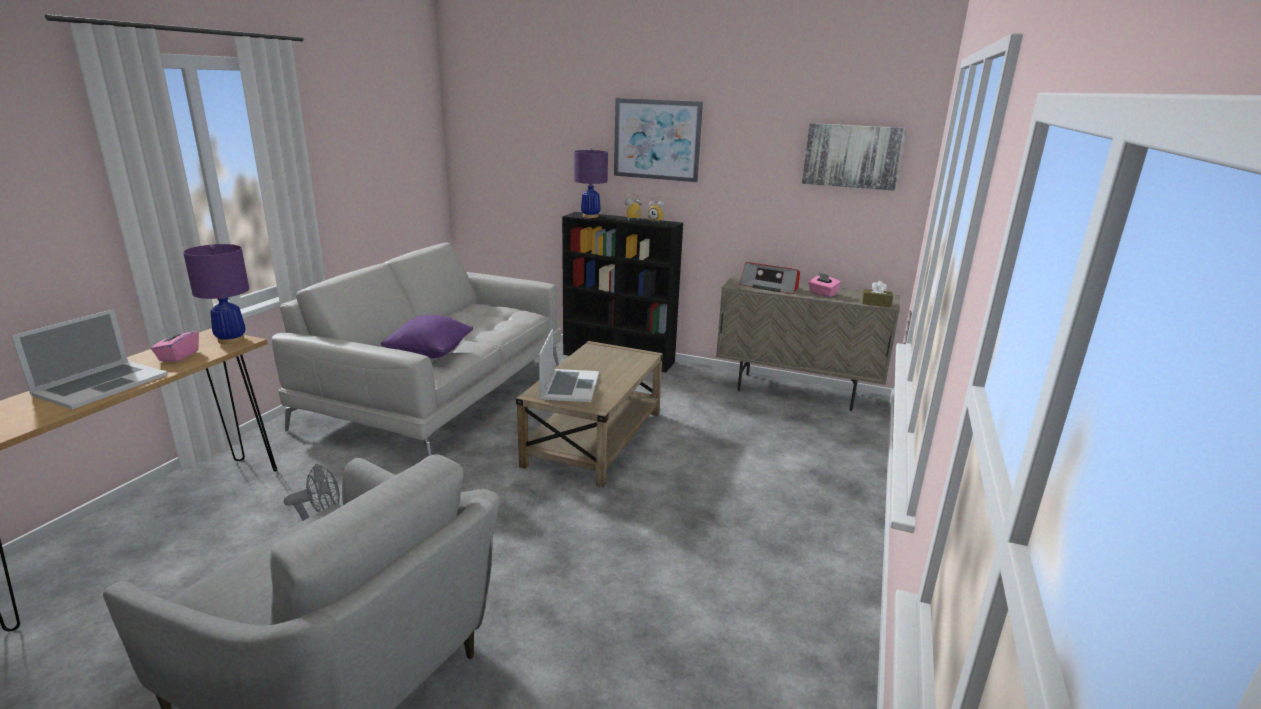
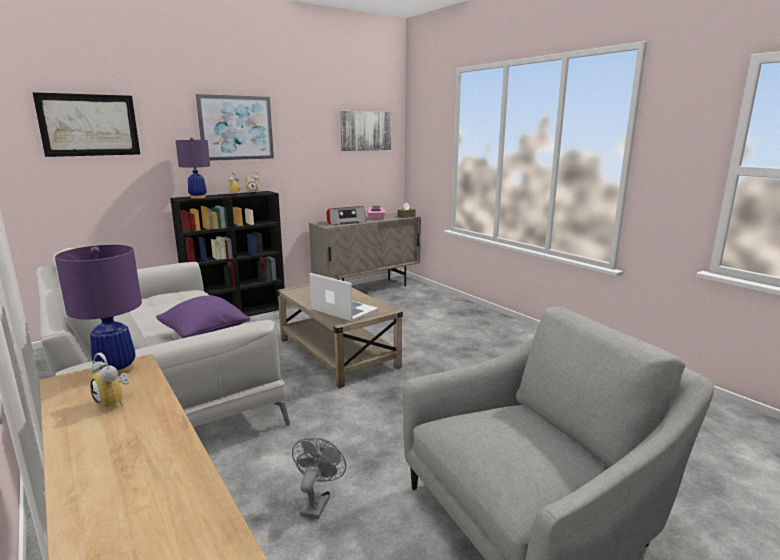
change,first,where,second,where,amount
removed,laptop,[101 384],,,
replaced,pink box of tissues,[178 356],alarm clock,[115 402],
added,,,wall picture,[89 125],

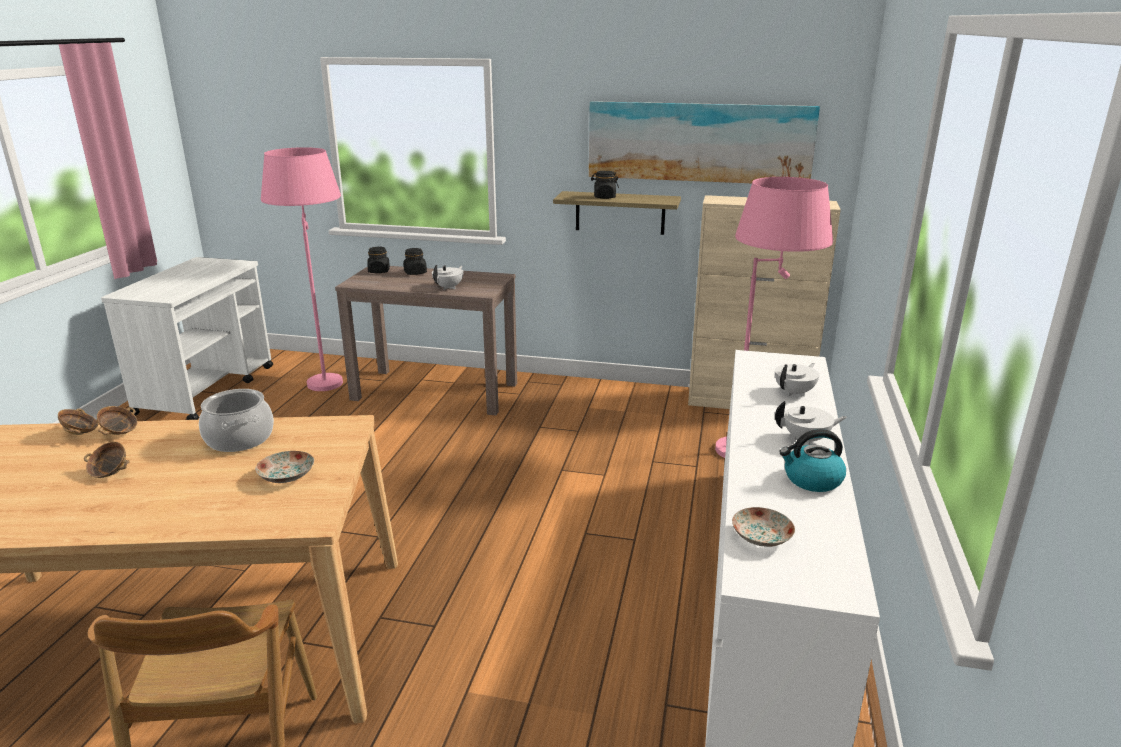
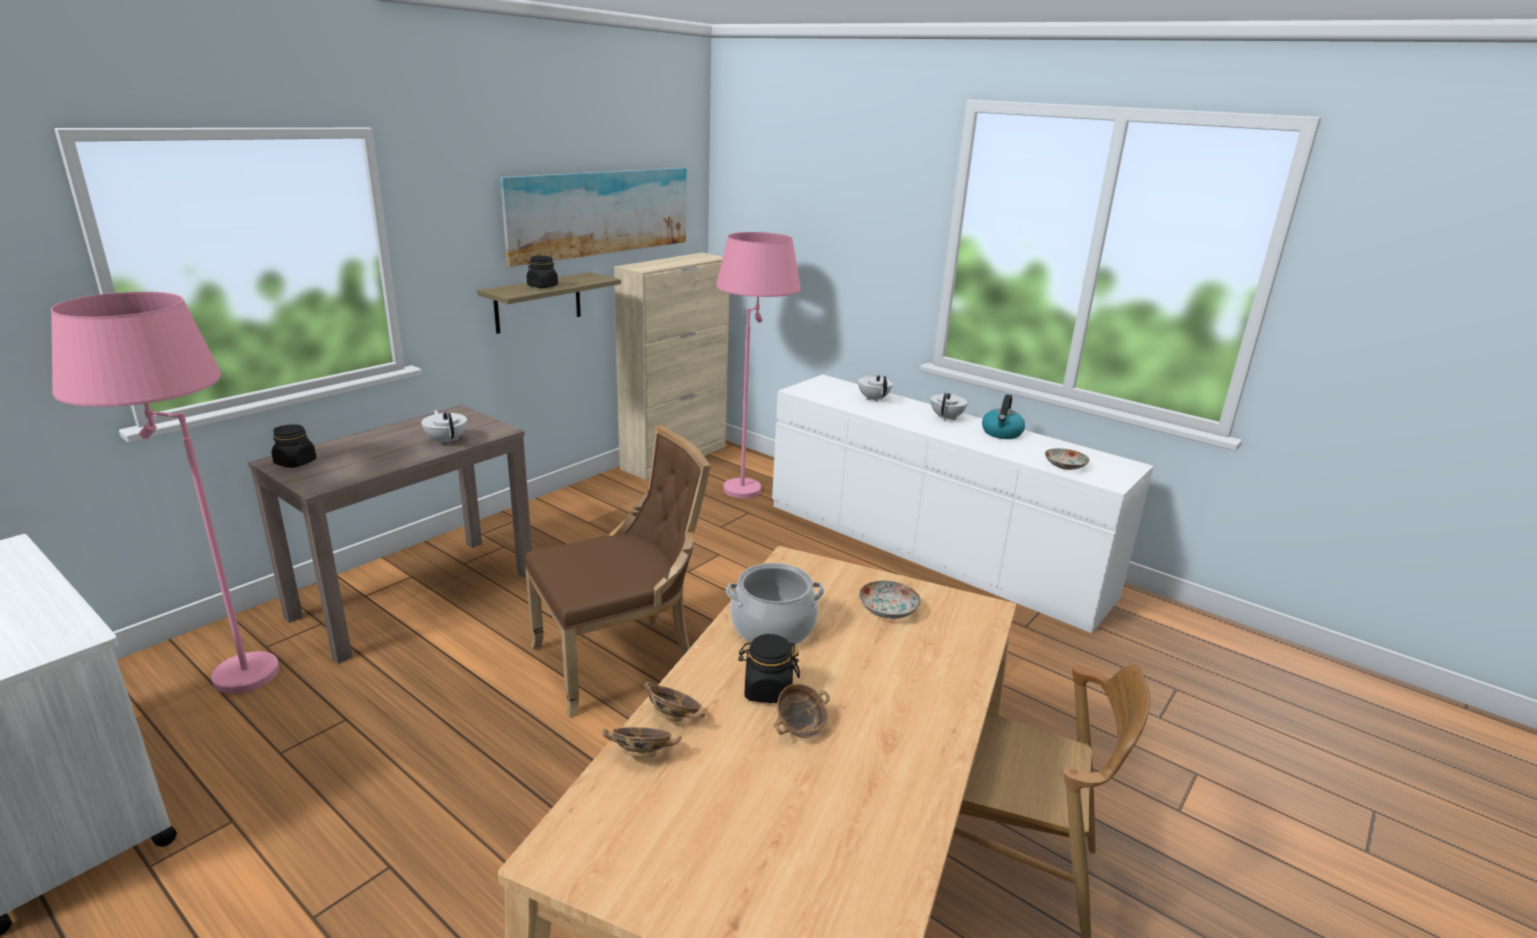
change,first,where,second,where,amount
moved,black preserve jar,[415 272],,[767 690],
added,,,brown plain chair,[620 659],

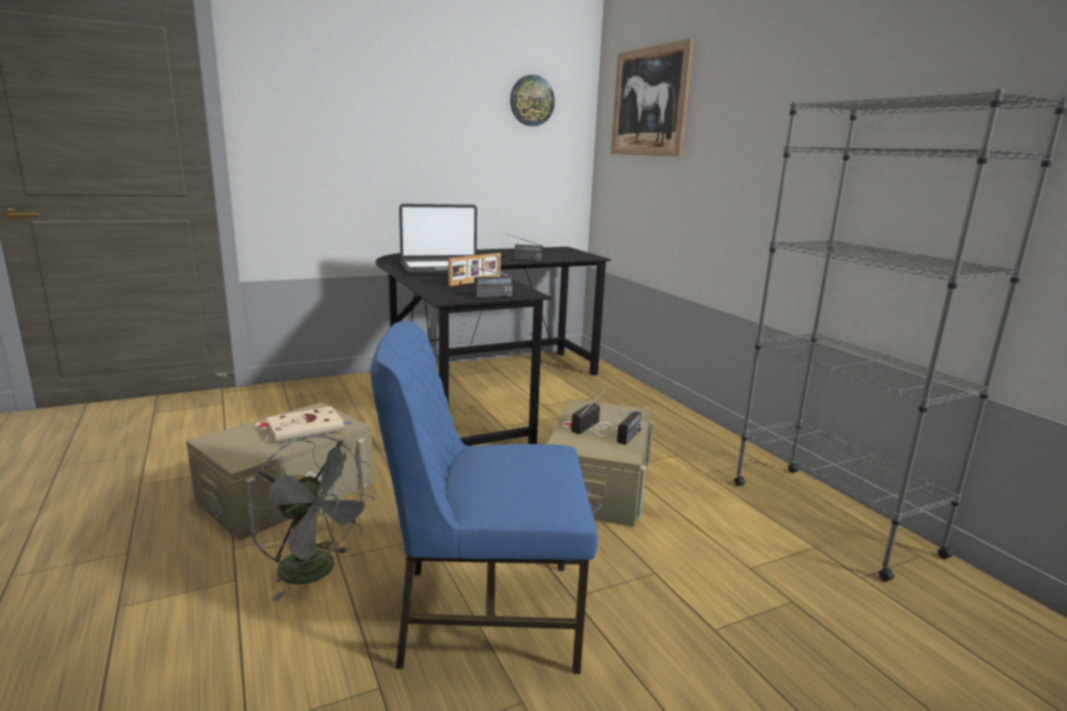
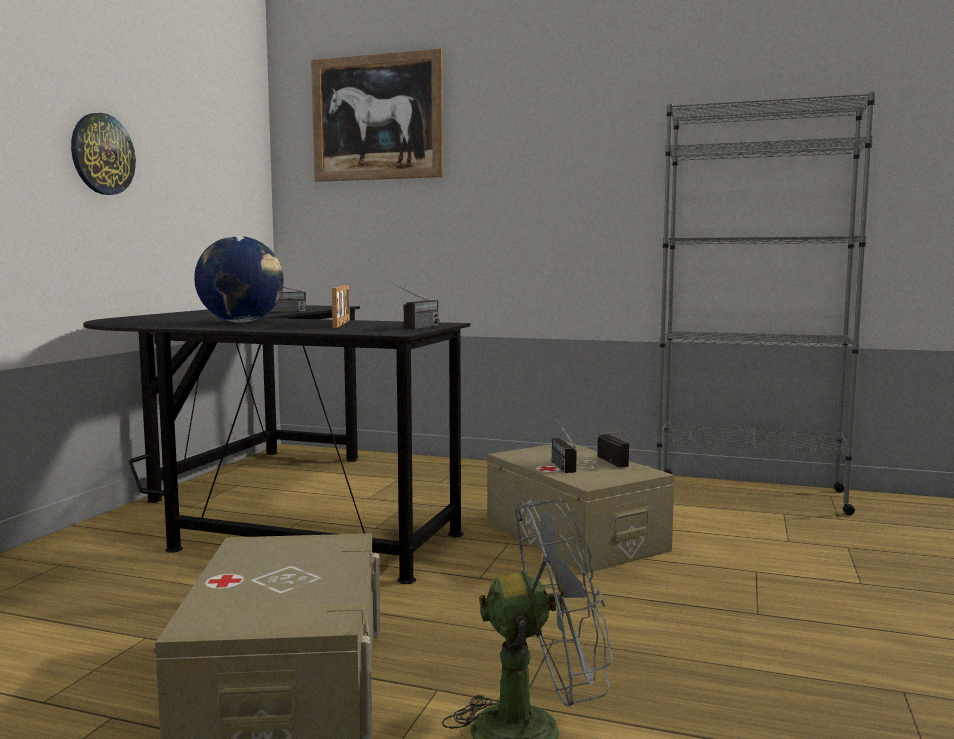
change,first,where,second,where,amount
removed,sand-coloured volume,[307 428],,,
removed,bluish plain chair,[485 614],,,
replaced,laptop,[443 269],globe,[242 322],
moved,clock on the wall,[531 100],,[102 154],

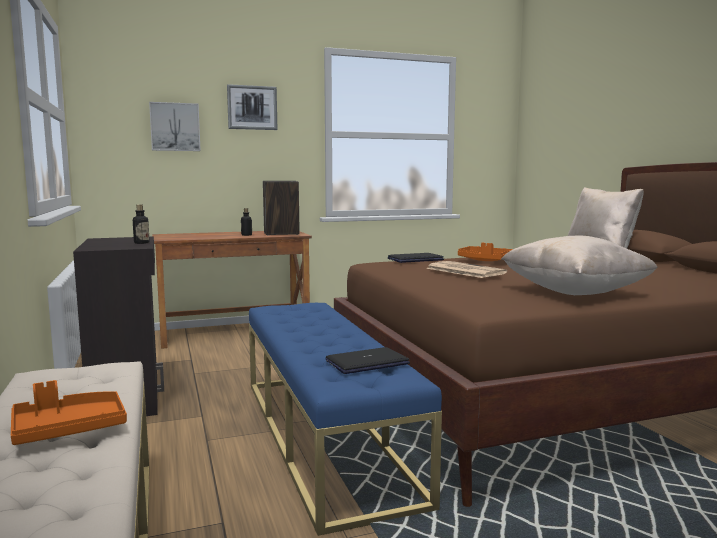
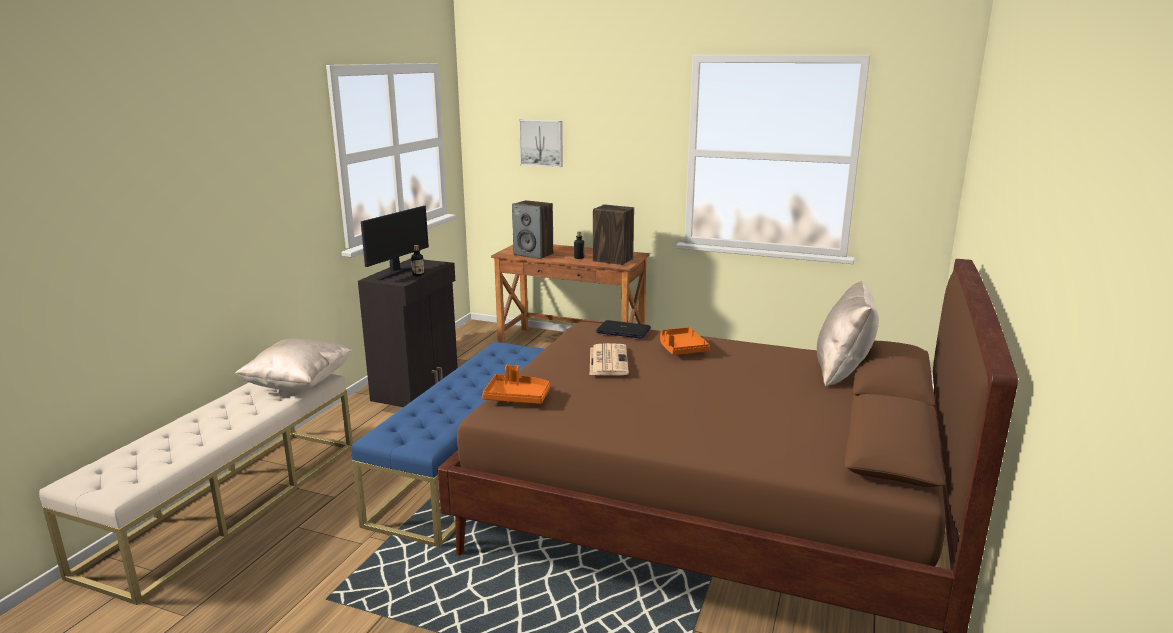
change,first,where,second,where,amount
moved,orangey tray,[68 429],,[517 397],
removed,wall picture,[252 107],,,
removed,laptop,[367 362],,,
moved,sand-coloured pillow,[574 292],,[299 384],
added,,,computer display,[397 272],
added,,,speaker,[534 254],

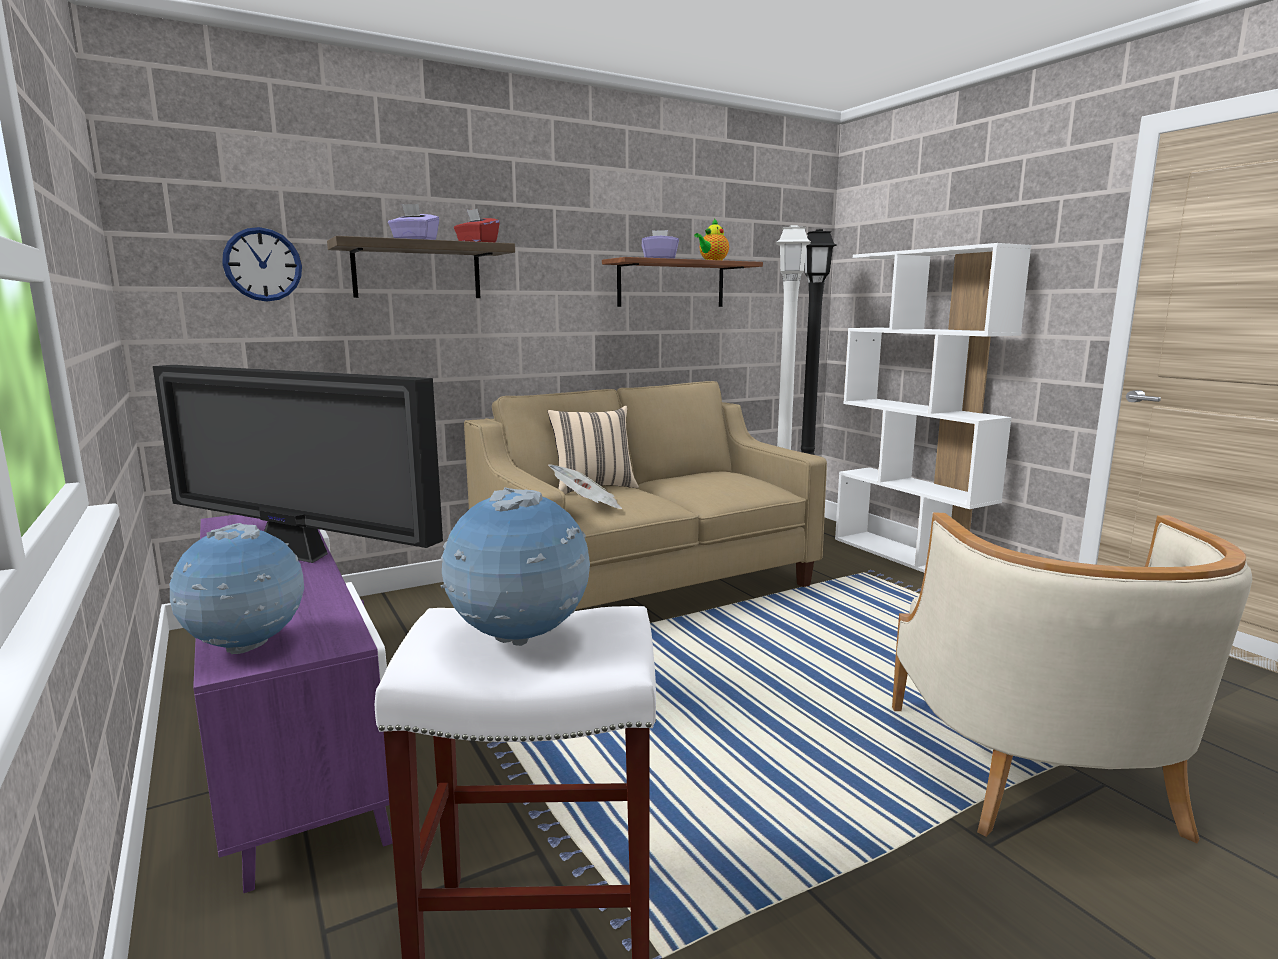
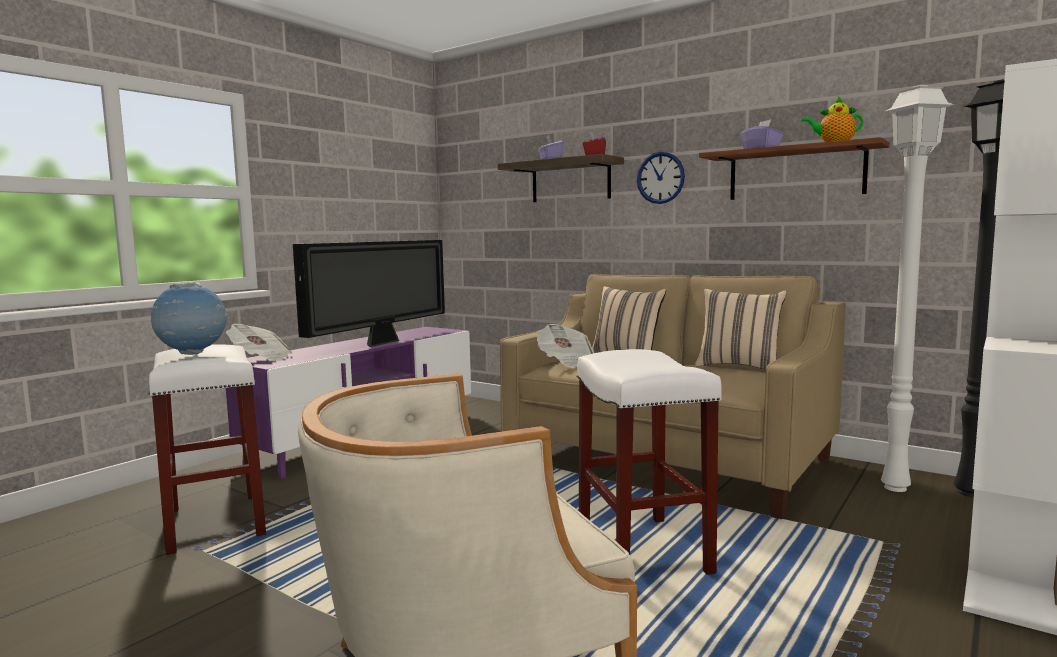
change,first,where,second,where,amount
turned,television,[297 554],,[382 343],150 degrees counterclockwise
replaced,globe,[246 648],printed paper,[261 358],
moved,clock on the wall,[262 264],,[660 178],
added,,,white stool seat,[644 550],
added,,,sand-coloured pillow,[739 366],

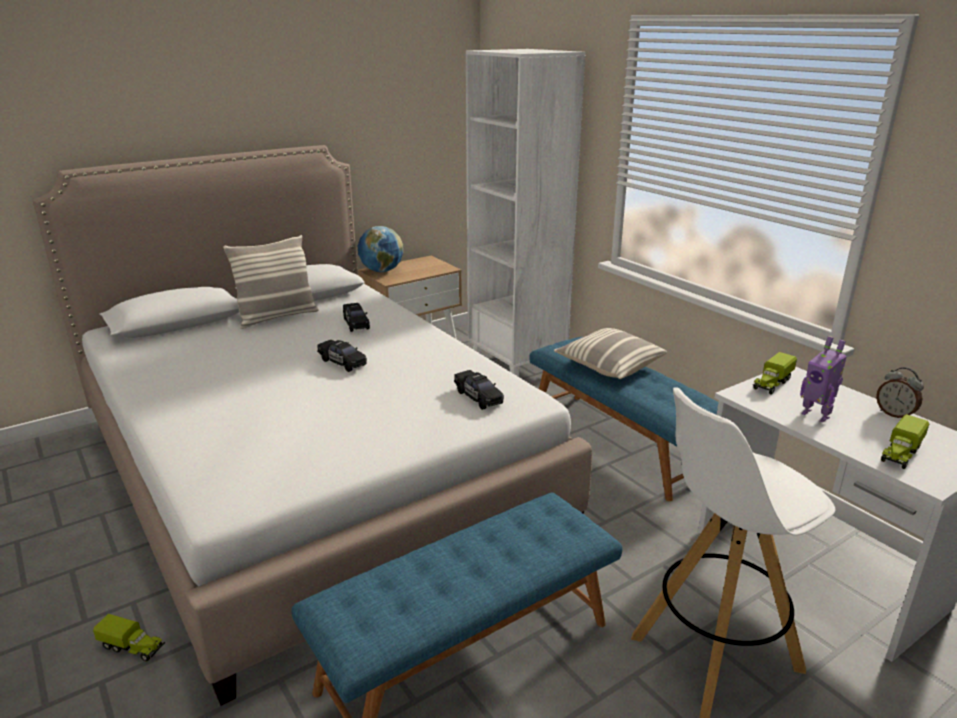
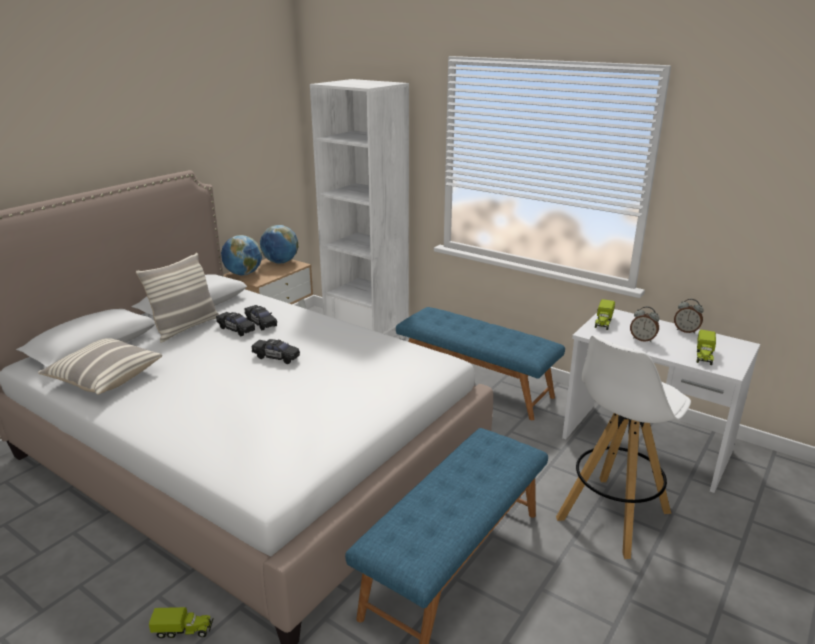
change,first,where,second,where,amount
moved,black miniature car,[478 397],,[236 329],
moved,pillow,[609 366],,[104 378],
replaced,robot figure,[816 415],alarm clock,[642 339],
added,,,globe,[280 262],

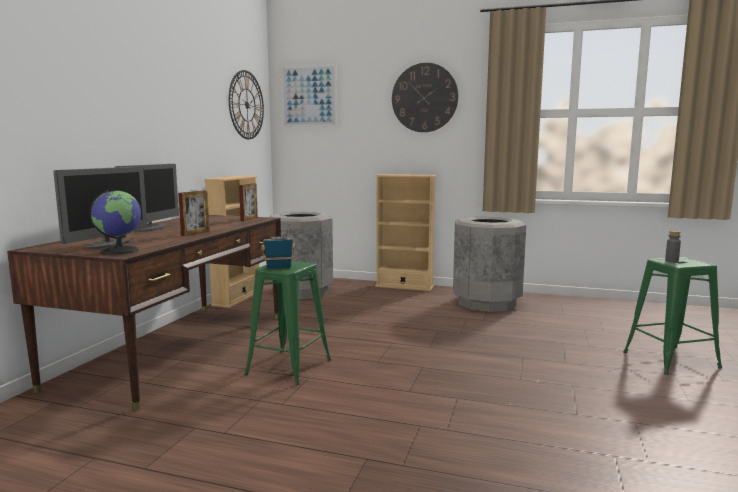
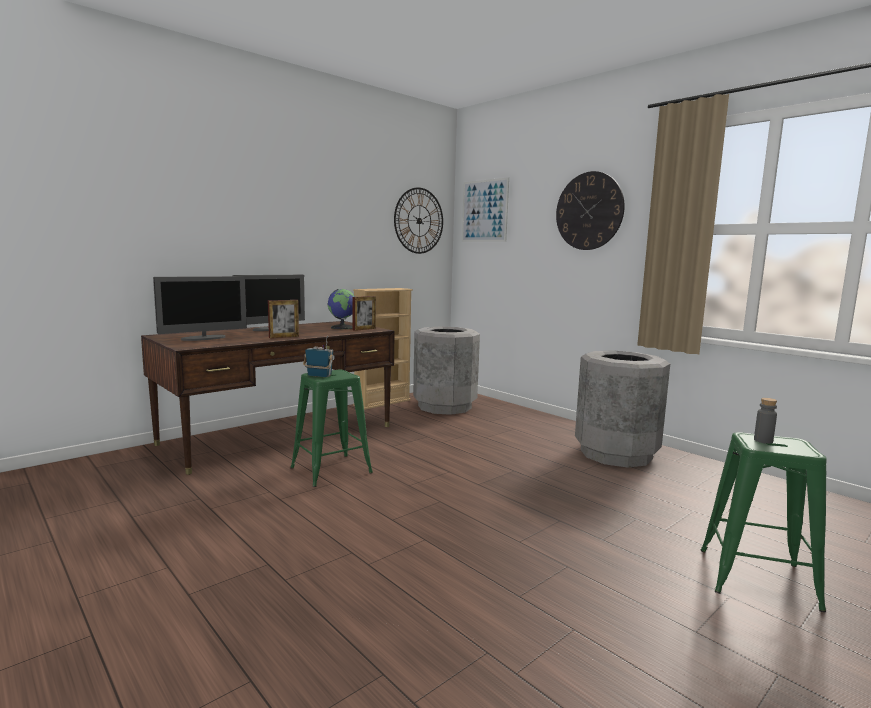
change,first,where,second,where,amount
moved,globe,[120 251],,[342 327],
removed,sand-coloured bookshelf,[404 286],,,

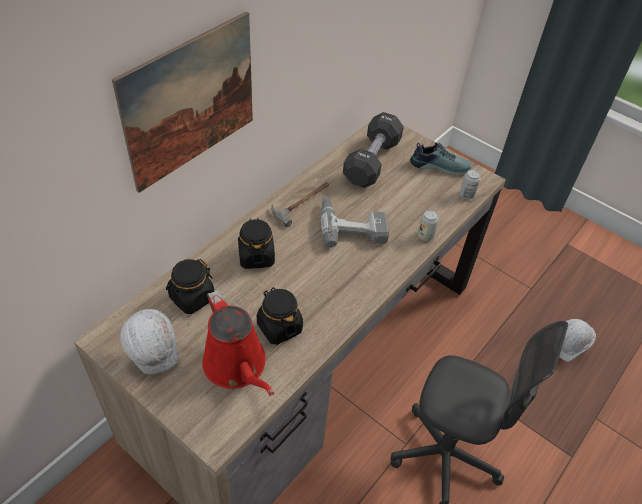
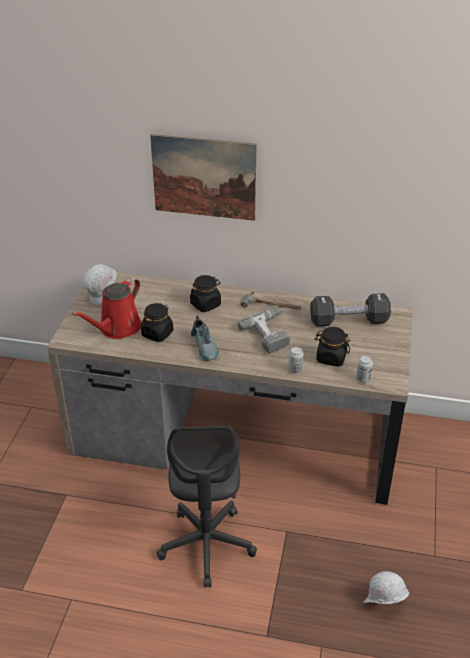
change,first,where,second,where,amount
moved,black preserve jar,[192 298],,[331 358],
moved,shoe,[439 165],,[205 346],

